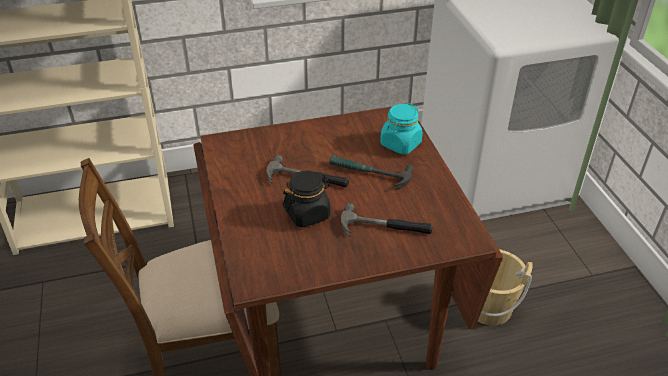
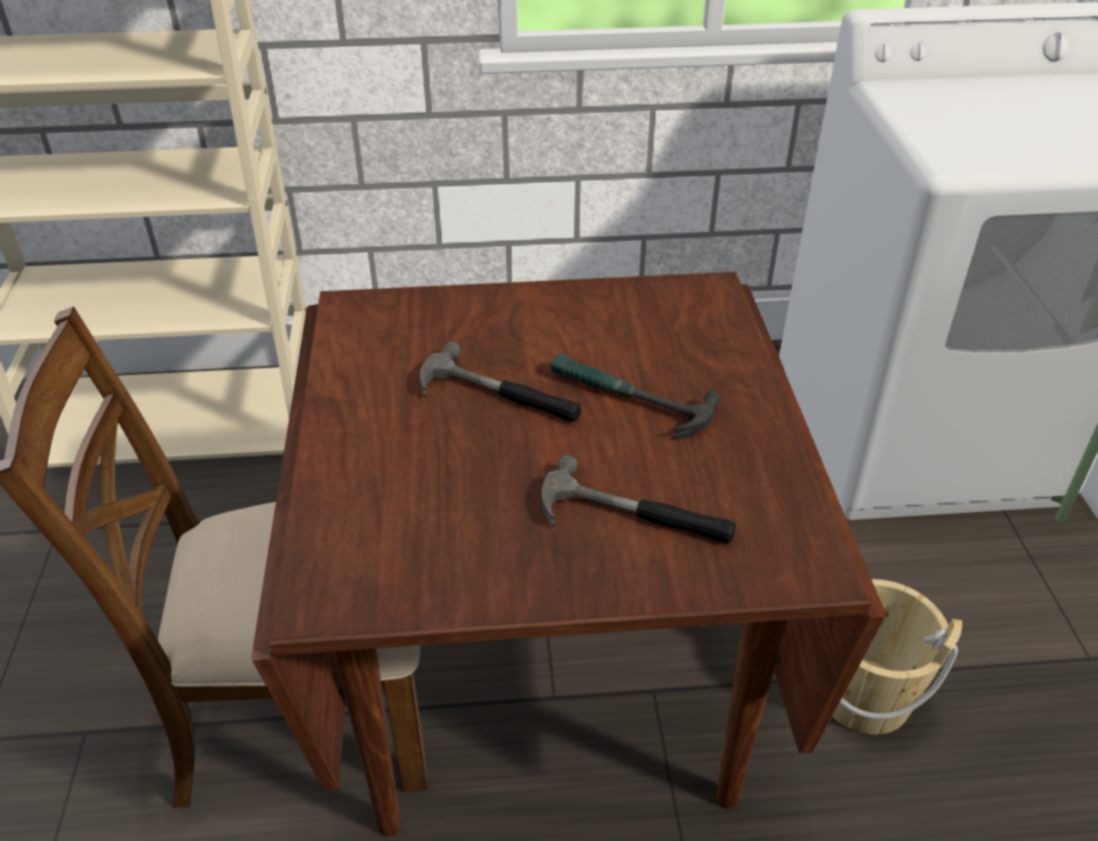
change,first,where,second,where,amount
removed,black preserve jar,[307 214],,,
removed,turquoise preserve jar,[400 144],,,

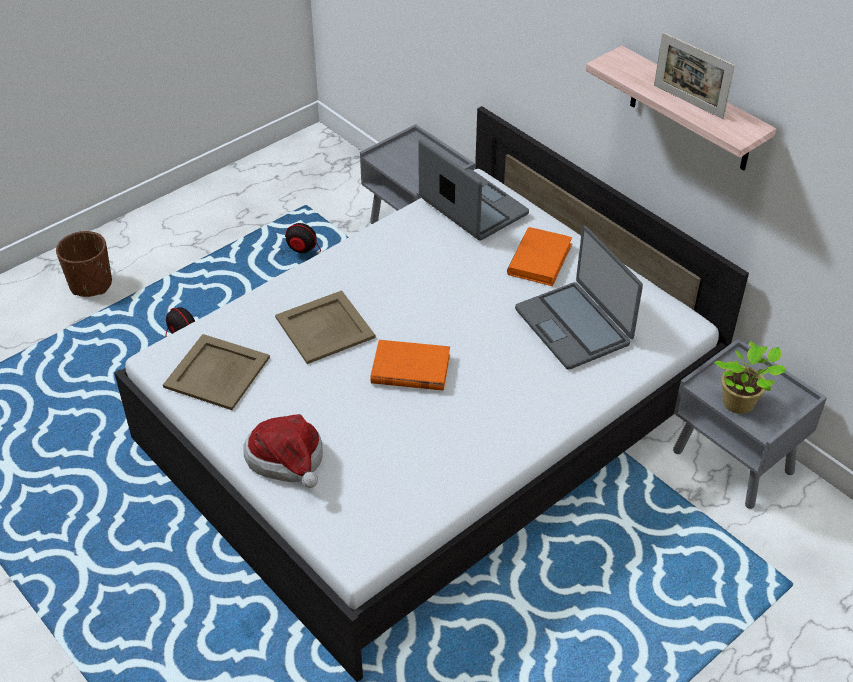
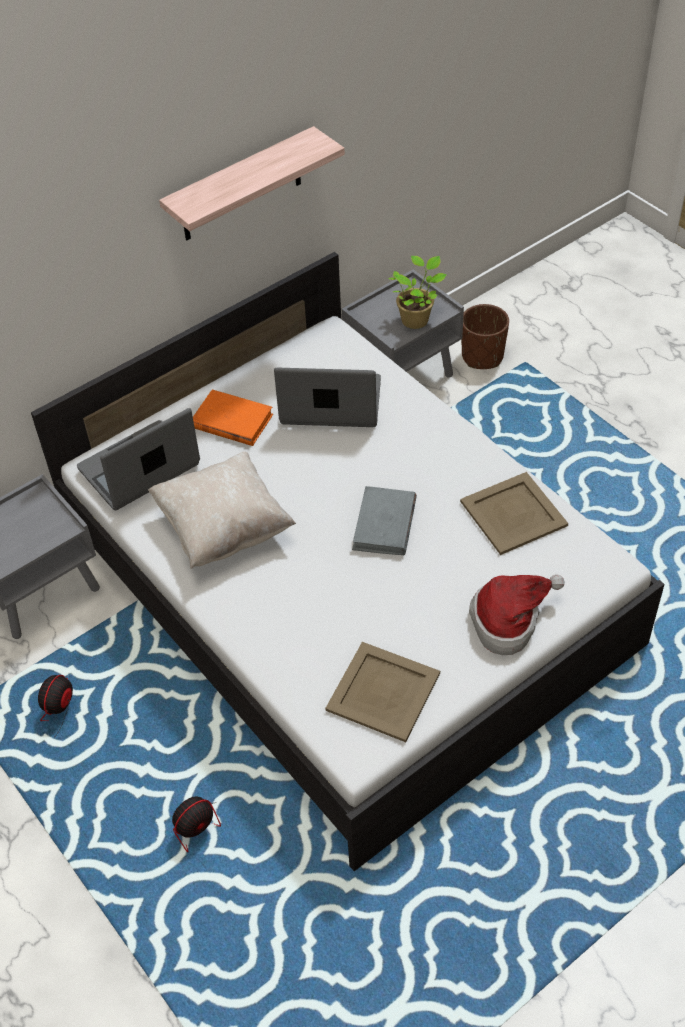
change,first,where,second,where,amount
moved,brown flower pot,[91 284],,[482 356],
moved,sand-coloured tray,[326 327],,[513 512],
recoloured,orangey volume,[410 369],grey volume,[384 524],
turned,laptop,[574 326],,[330 403],150 degrees counterclockwise
removed,photo frame,[688 102],,,
added,,,sand-coloured pillow,[224 528],

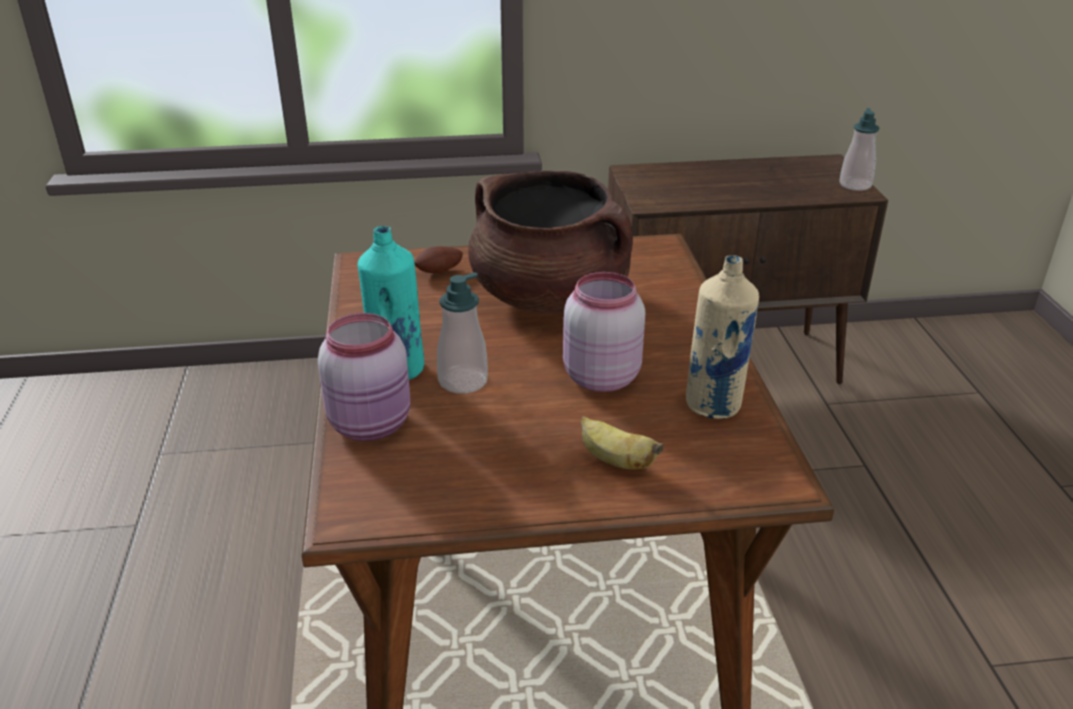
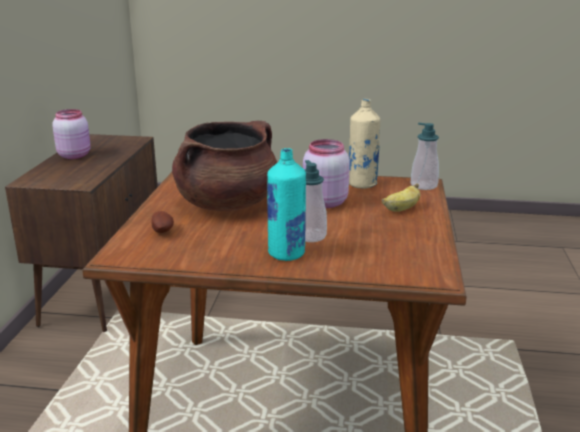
change,first,where,second,where,amount
moved,pink preserve jar,[373 424],,[75 155],
moved,soap bottle,[855 185],,[424 185],

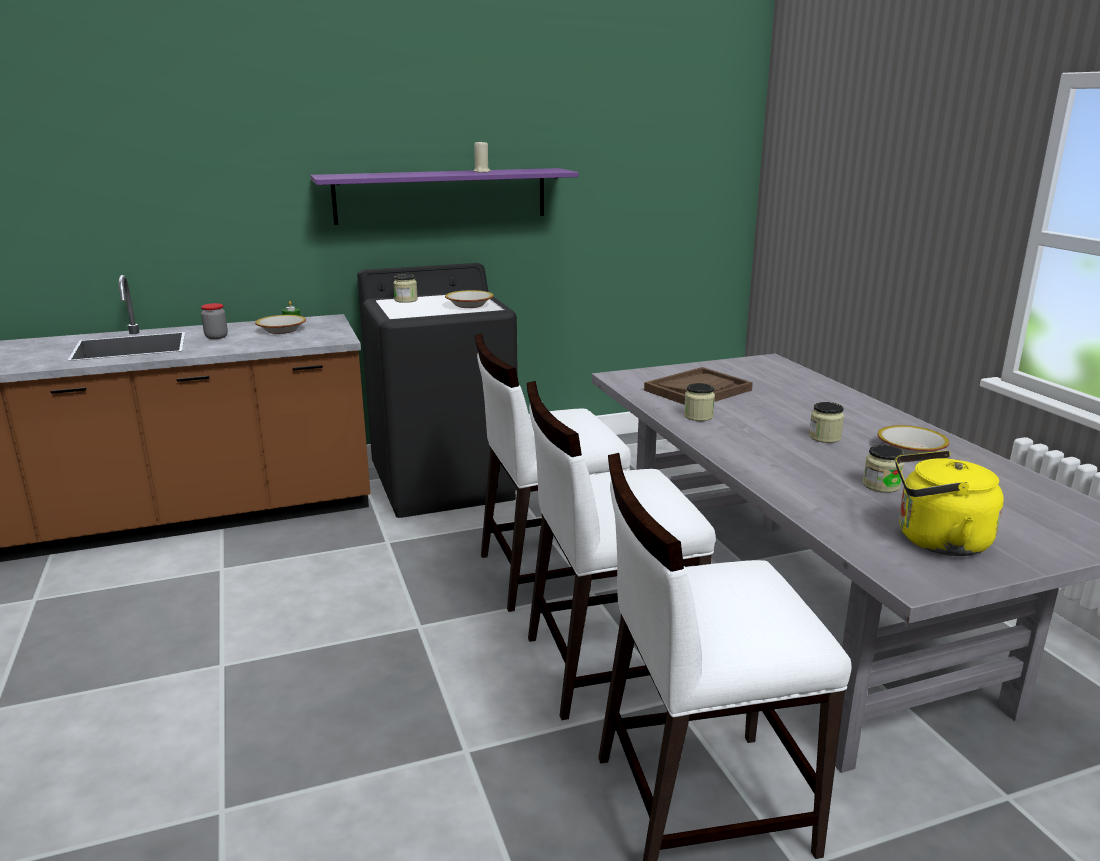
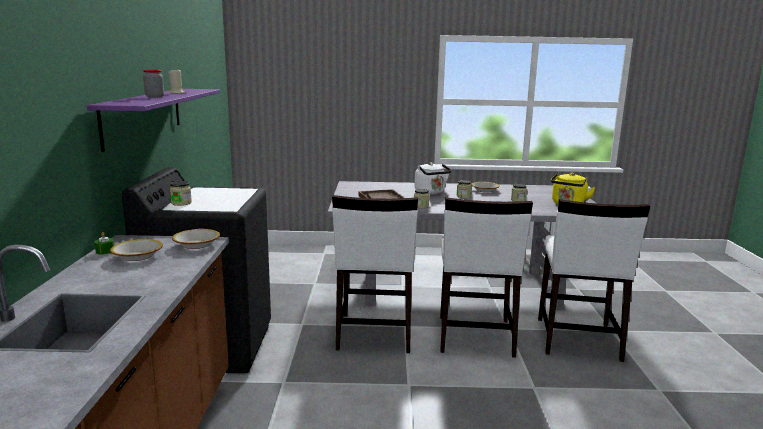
change,first,where,second,where,amount
moved,preserve jar,[216 337],,[154 97],
moved,deep dish,[470 305],,[197 244],
added,,,white water kettle,[431 192],

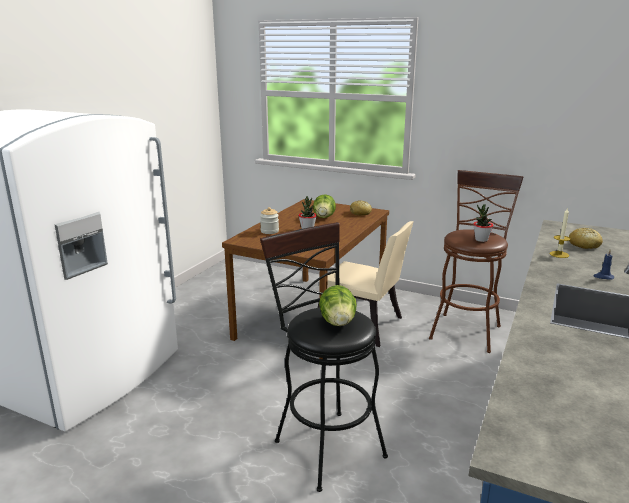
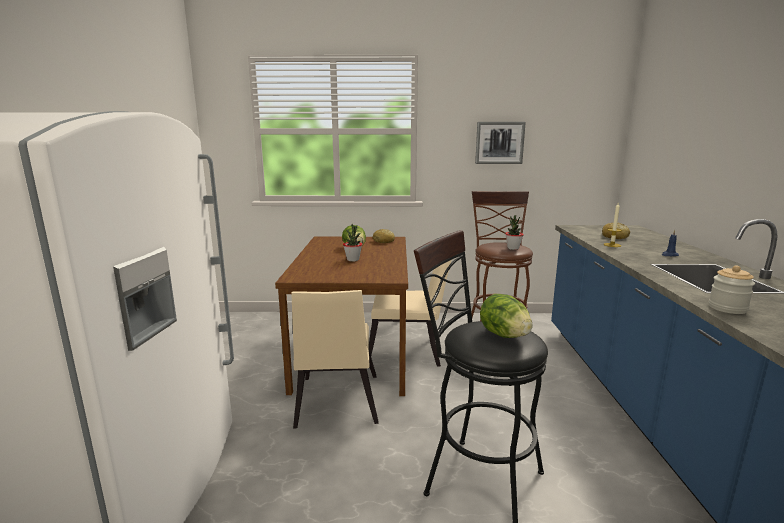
change,first,where,second,where,amount
moved,preserve jar,[269 231],,[727 308],
added,,,sand-coloured plain chair,[336 404],
added,,,wall picture,[499 143],

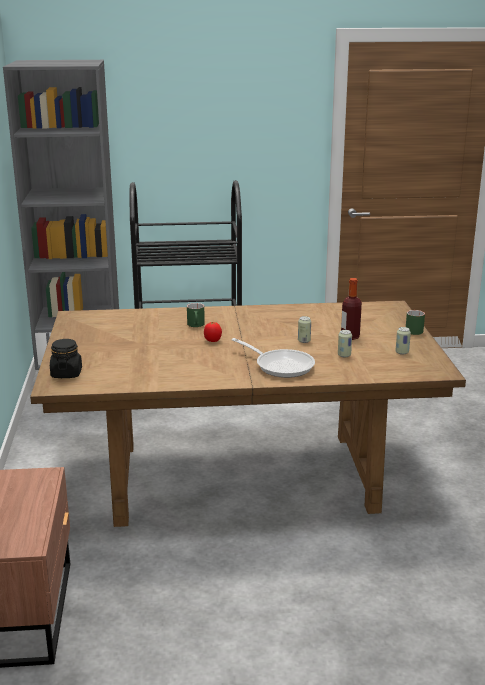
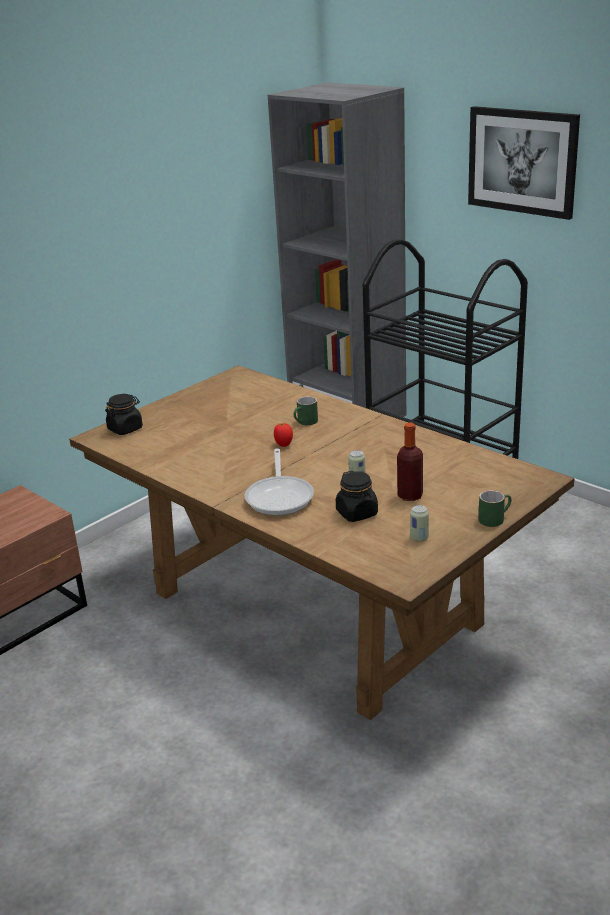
change,first,where,second,where,amount
replaced,metal can,[344 355],black preserve jar,[357 513],
added,,,wall picture,[522 161],

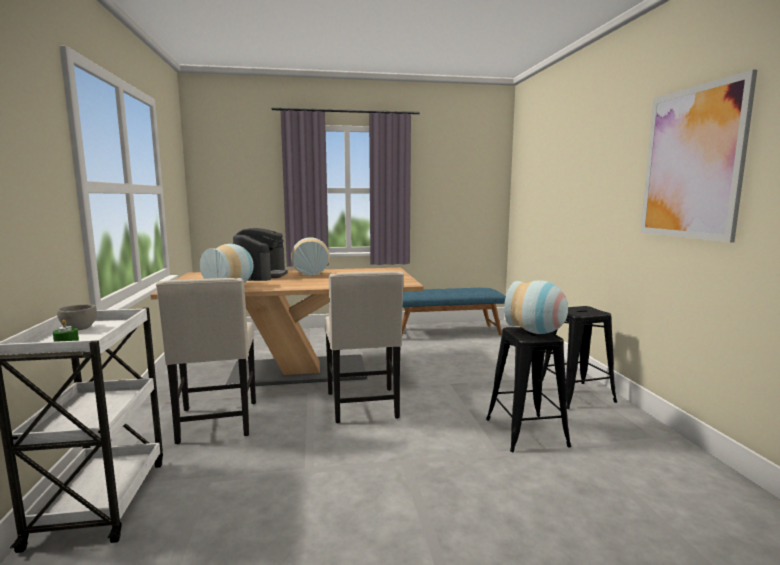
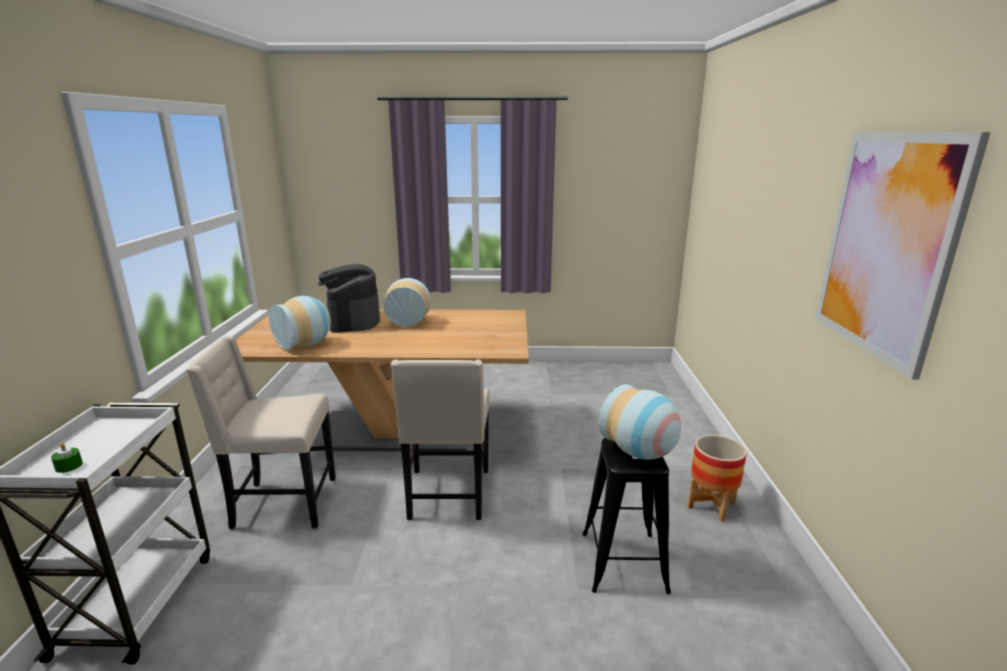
change,first,where,second,where,amount
removed,grey deep dish,[80 328],,,
turned,sand-coloured plain chair,[217 423],,[282 504],90 degrees clockwise
turned,coffee maker,[261 275],,[352 320],150 degrees clockwise
removed,bluish indoor bench,[446 332],,,
replaced,black stool seat,[575 395],flower pot,[711 505],

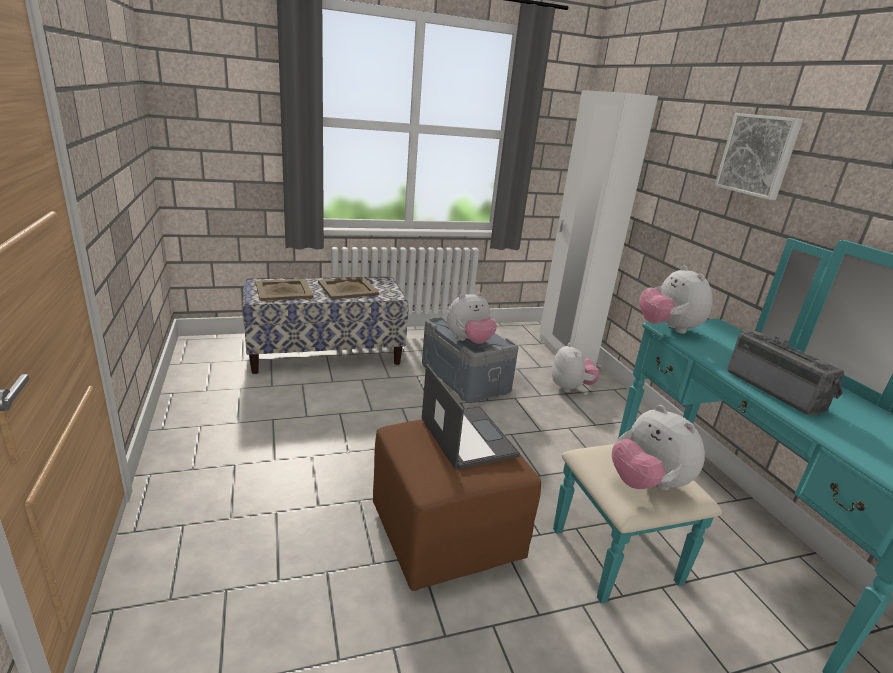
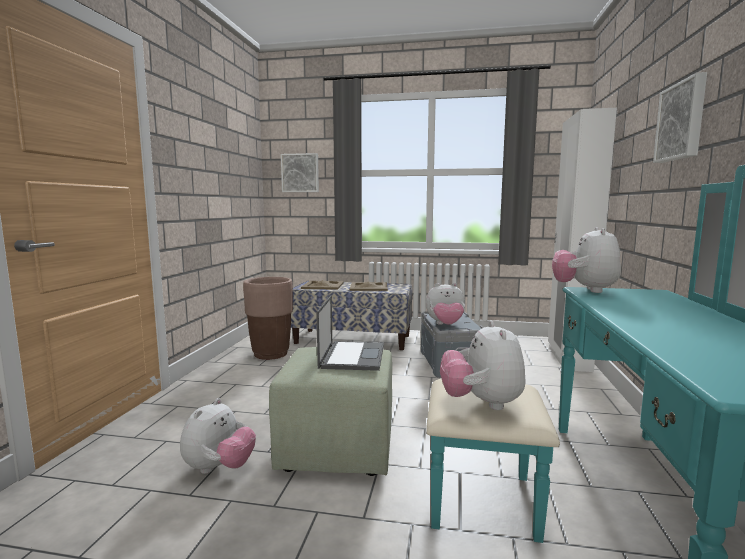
change,first,where,second,where,amount
recoloured,brown footrest,[444 533],green footrest,[337 447],
moved,cuddly toy,[570 388],,[219 468],
removed,radio receiver,[777 390],,,
added,,,brown flower pot,[270 354],
added,,,wall picture,[300 173],

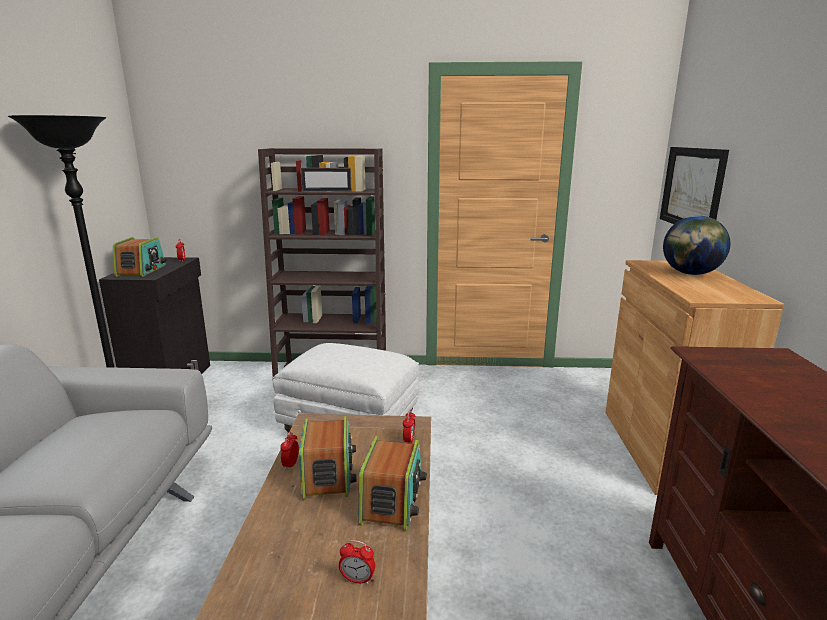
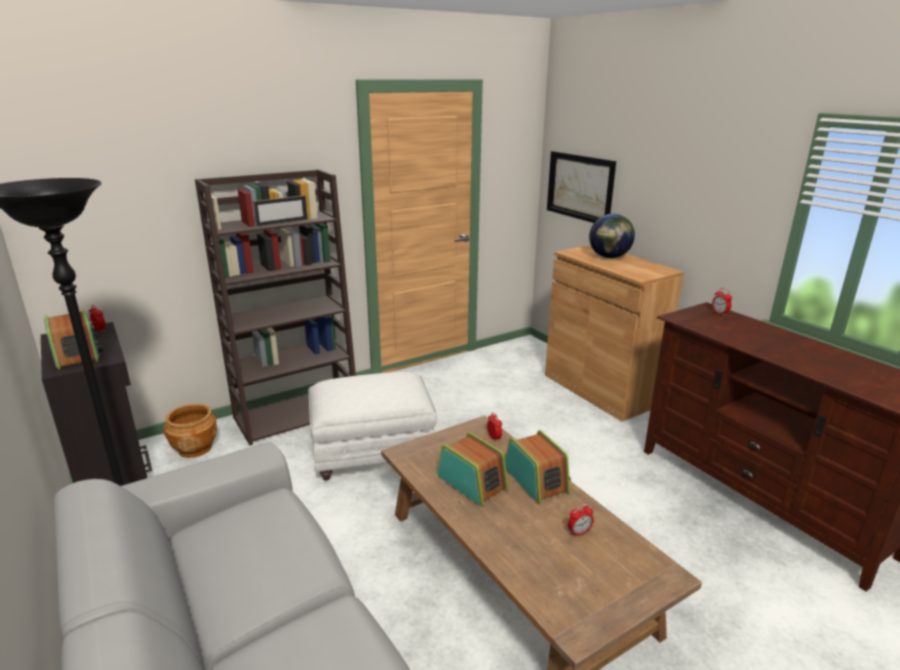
change,first,where,second,where,amount
moved,alarm clock,[290 464],,[719 313],
added,,,brown flower pot,[195 448],

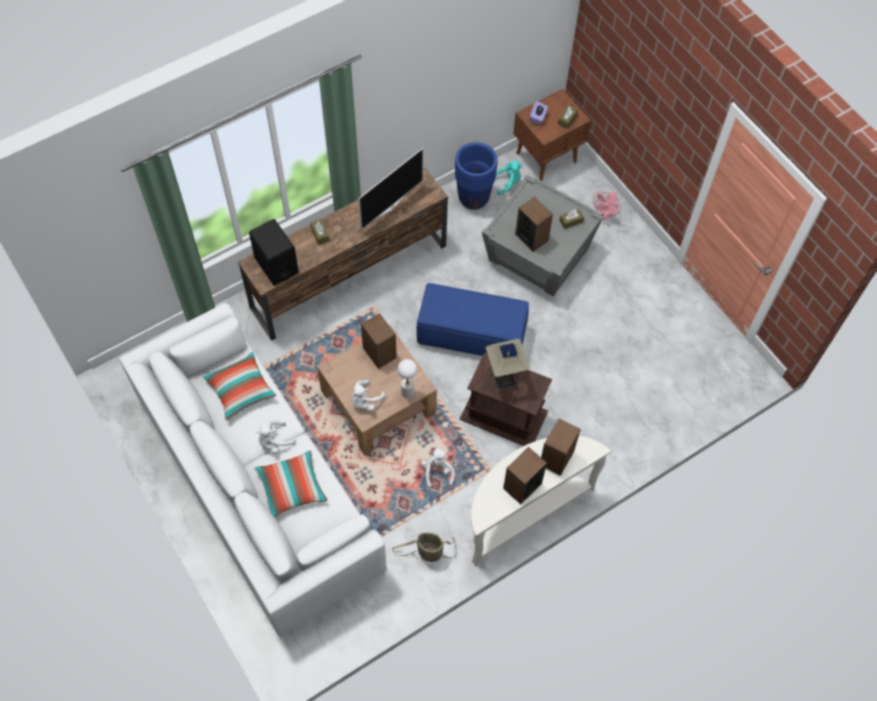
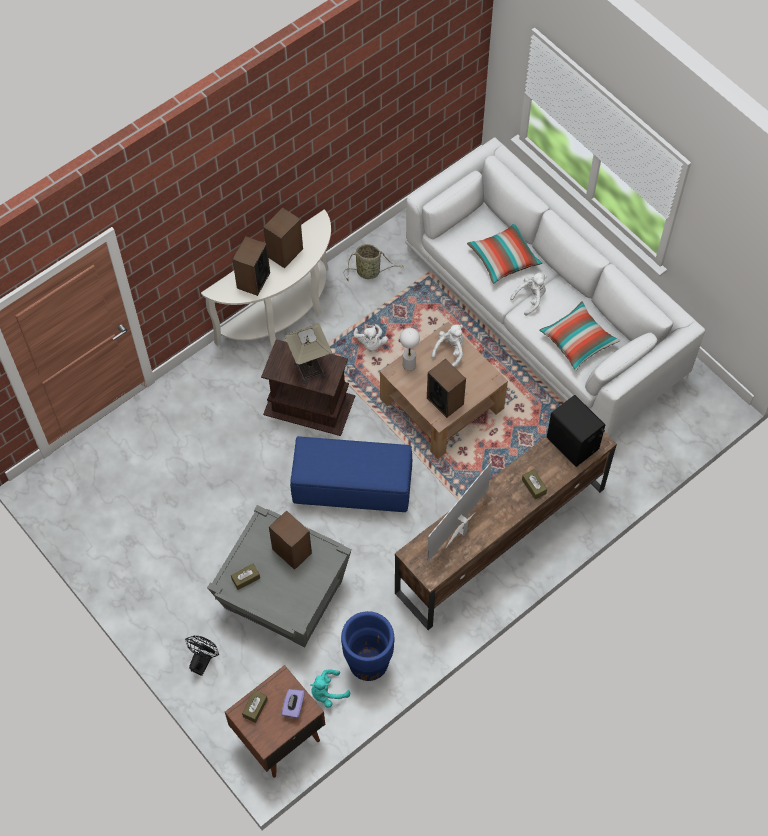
change,first,where,second,where,amount
recoloured,pink electric fan,[605 215],black electric fan,[202 660],

